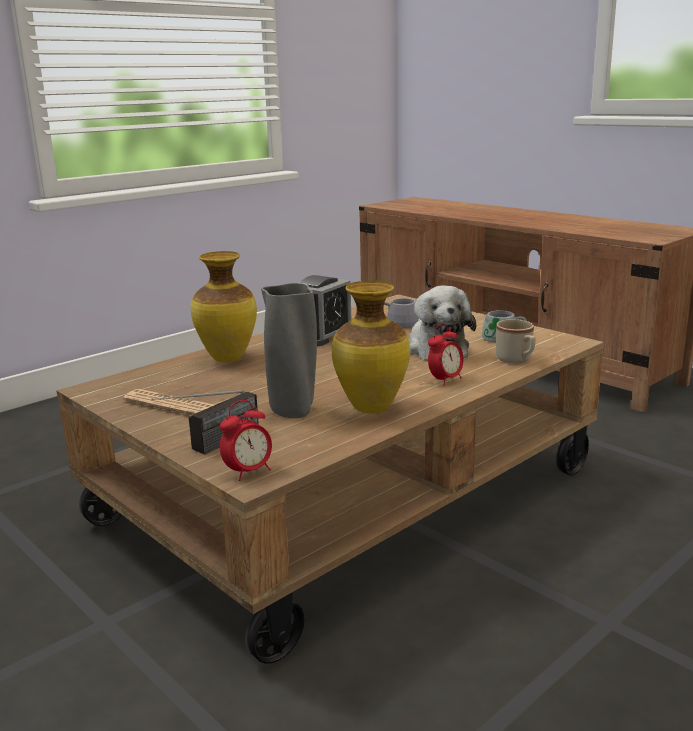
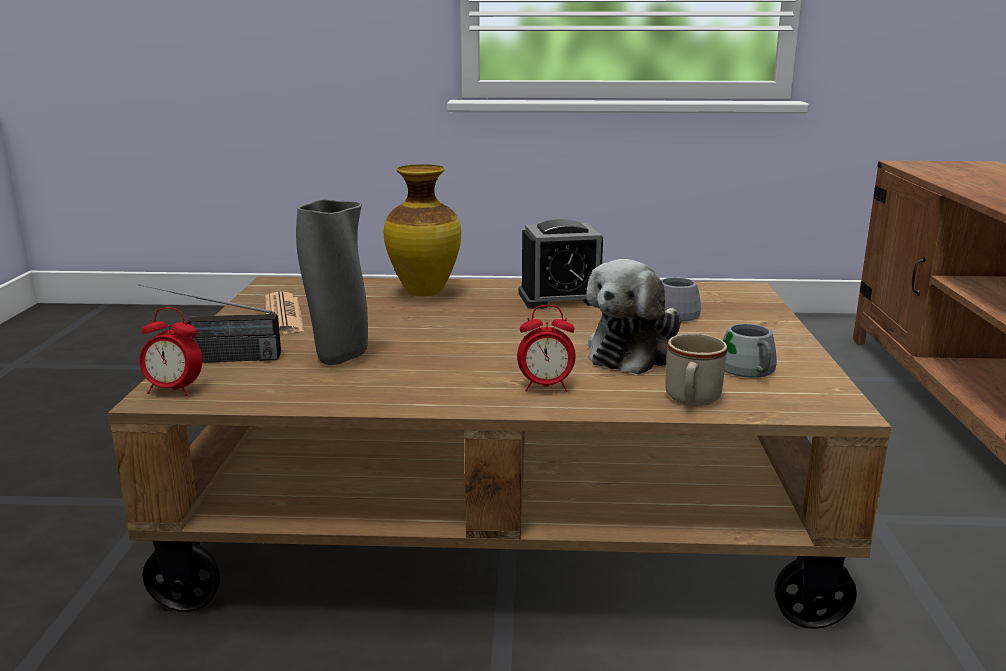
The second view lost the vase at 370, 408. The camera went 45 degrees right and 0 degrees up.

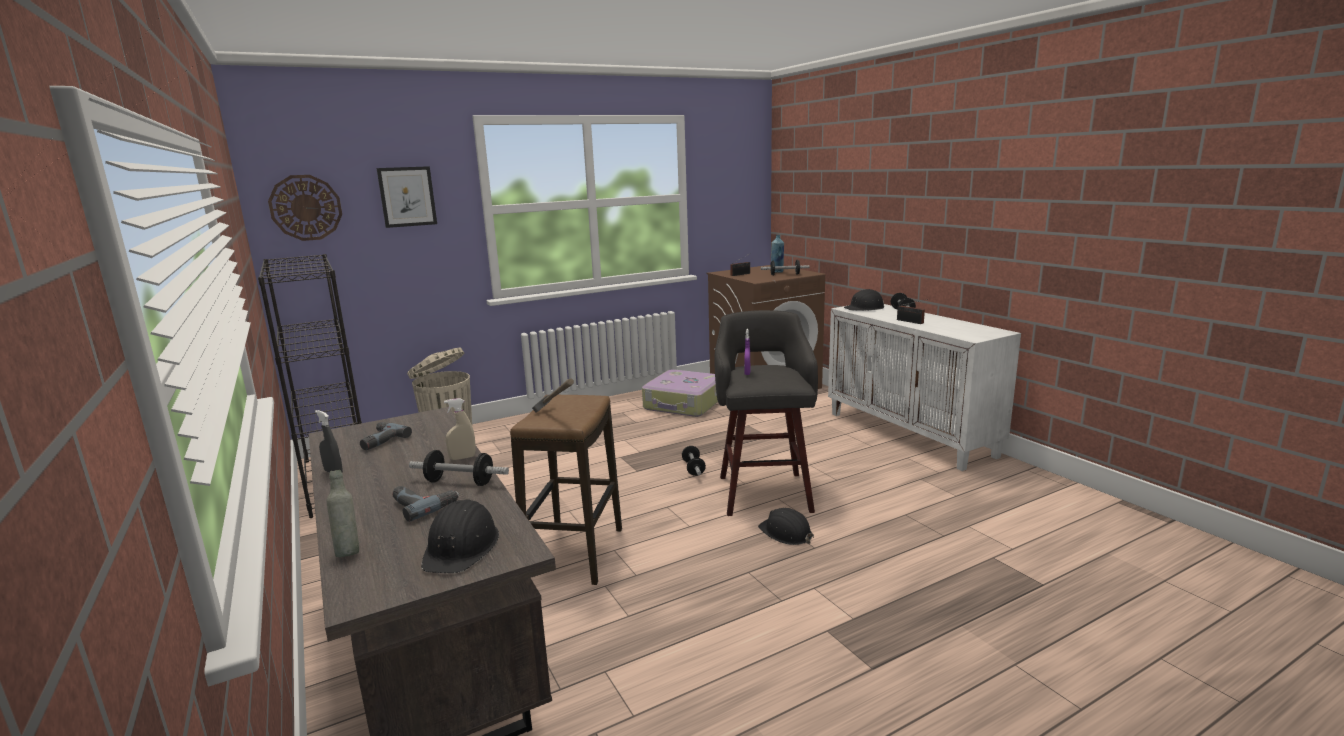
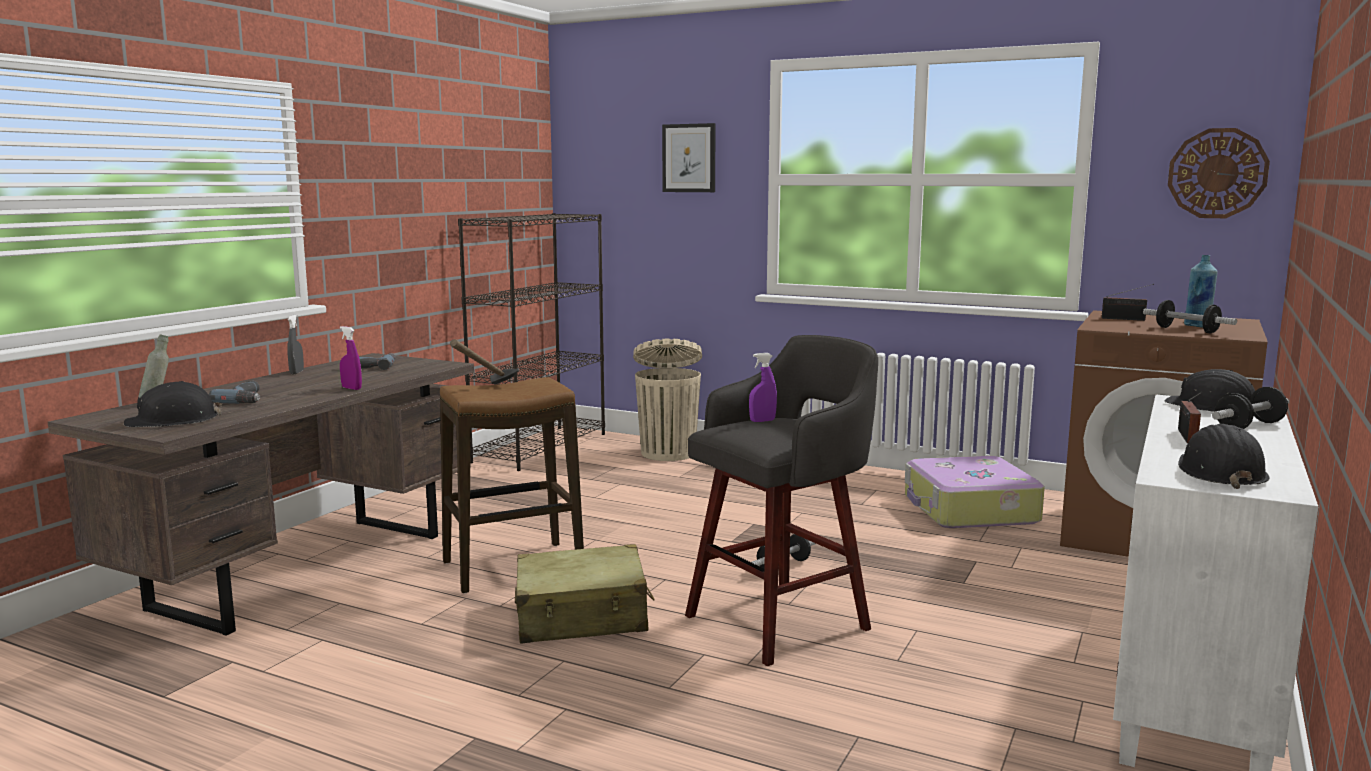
What was the spray bottle (beige) at 462, 458 turned into the spray bottle (purple) at 351, 388. The second view gained the suitcase (beige) at 582, 616. The wall clock ended up elsewhere, having gone from 306, 207 to 1217, 173. The hard hat (black) ended up elsewhere, having gone from 786, 533 to 1219, 472. The second view lost the dumbbell at 460, 482. The camera went 55 degrees right and 5 degrees down.

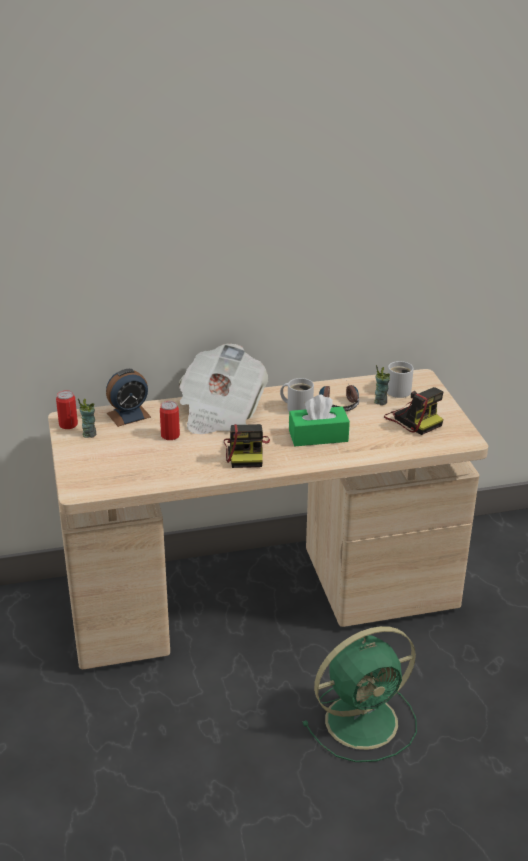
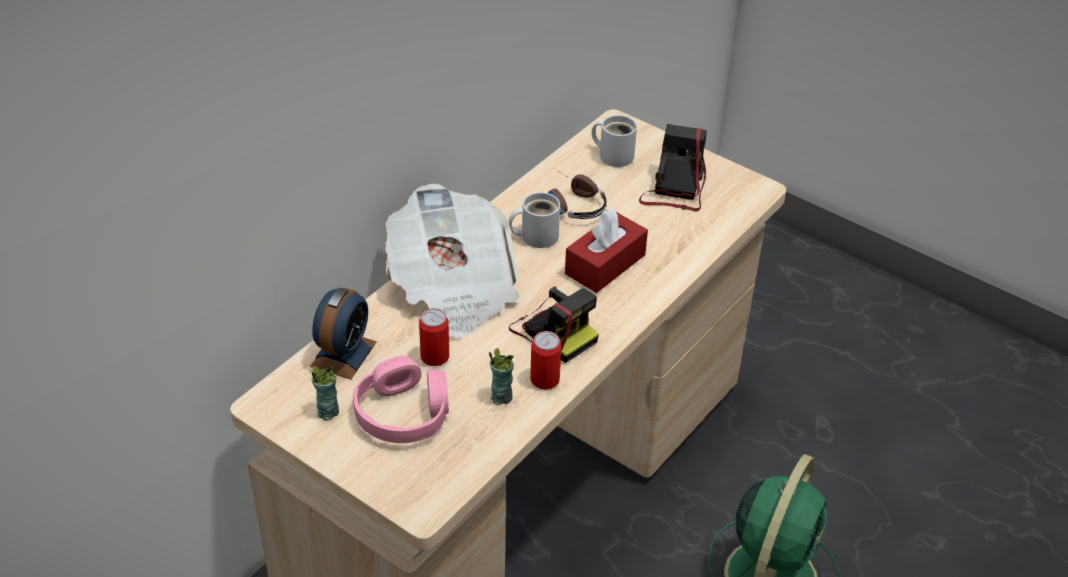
The second view gained the headphones (pink) at 403, 413. The cup ended up elsewhere, having gone from 380, 401 to 501, 397. The can ended up elsewhere, having gone from 68, 424 to 545, 379. What was the tissue box (green) at 318, 436 turned into the tissue box (red) at 605, 264. The photo camera at 413, 419 ended up facing another way, 90 degrees counterclockwise from before. The camera went 40 degrees left and 10 degrees up.

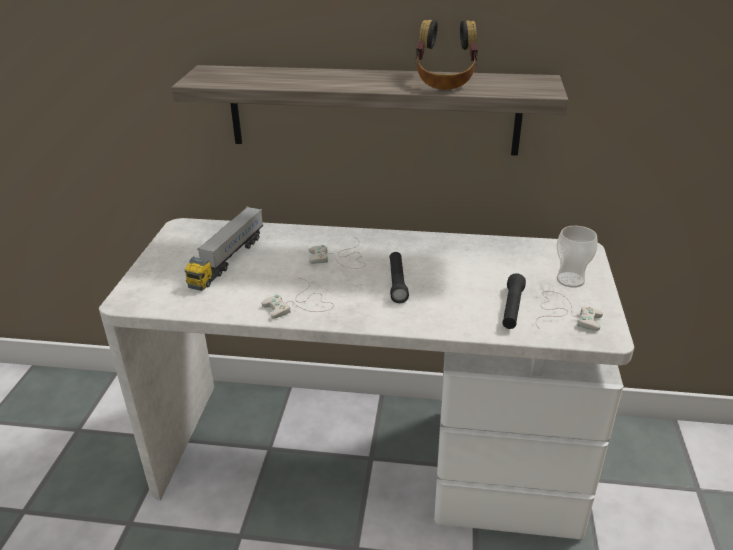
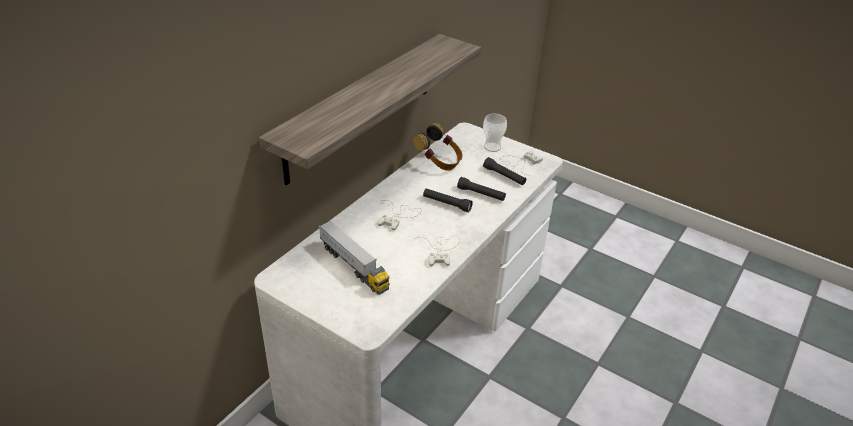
The headphones ended up elsewhere, having gone from 445, 81 to 439, 162. The second view gained the flashlight (black) at 481, 194. The camera went 65 degrees left and 5 degrees up.

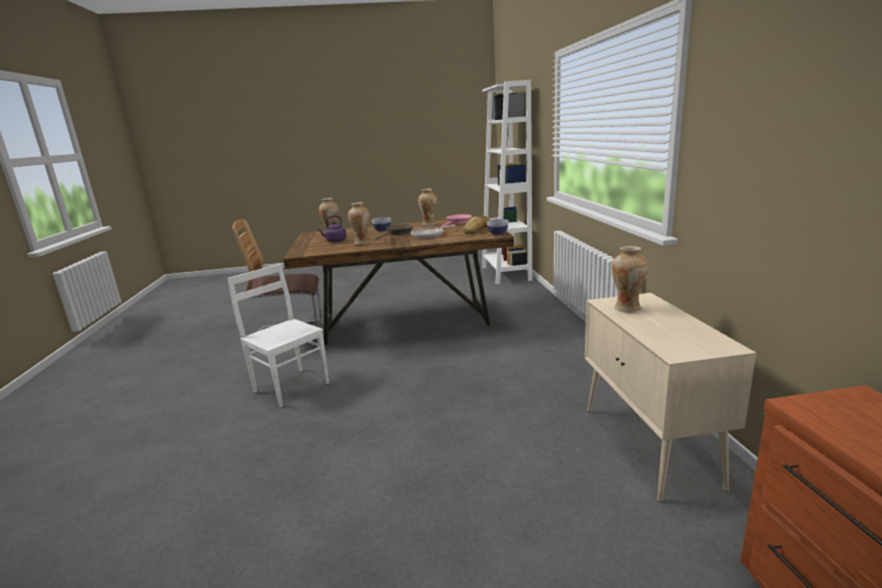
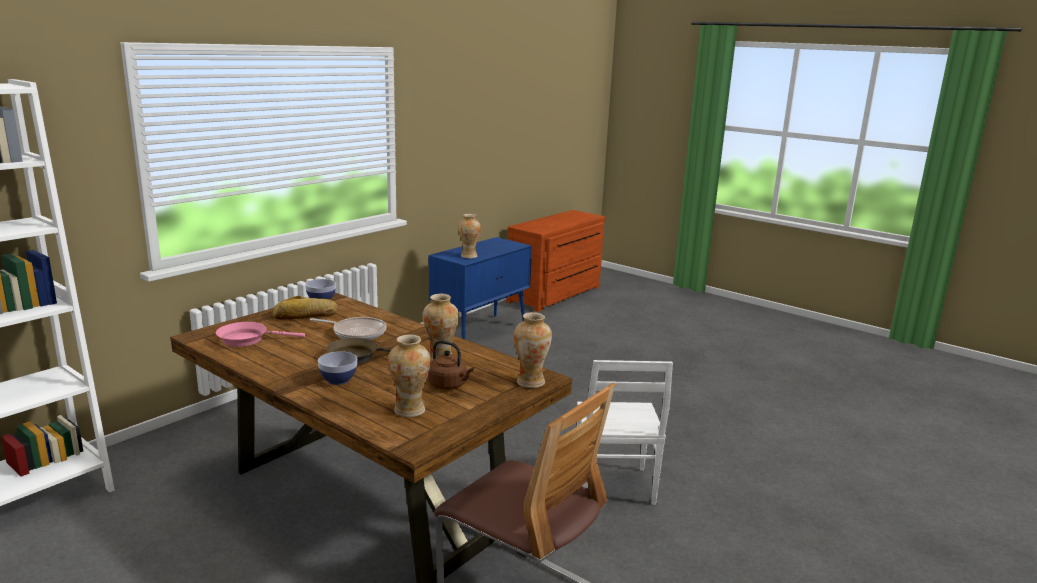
What was the kettle (purple) at 335, 241 turned into the kettle (brown) at 449, 385. What was the cabinet (beige) at 649, 446 turned into the cabinet (blue) at 480, 332. The vase ended up elsewhere, having gone from 429, 224 to 530, 382. The camera went 135 degrees left and 0 degrees up.

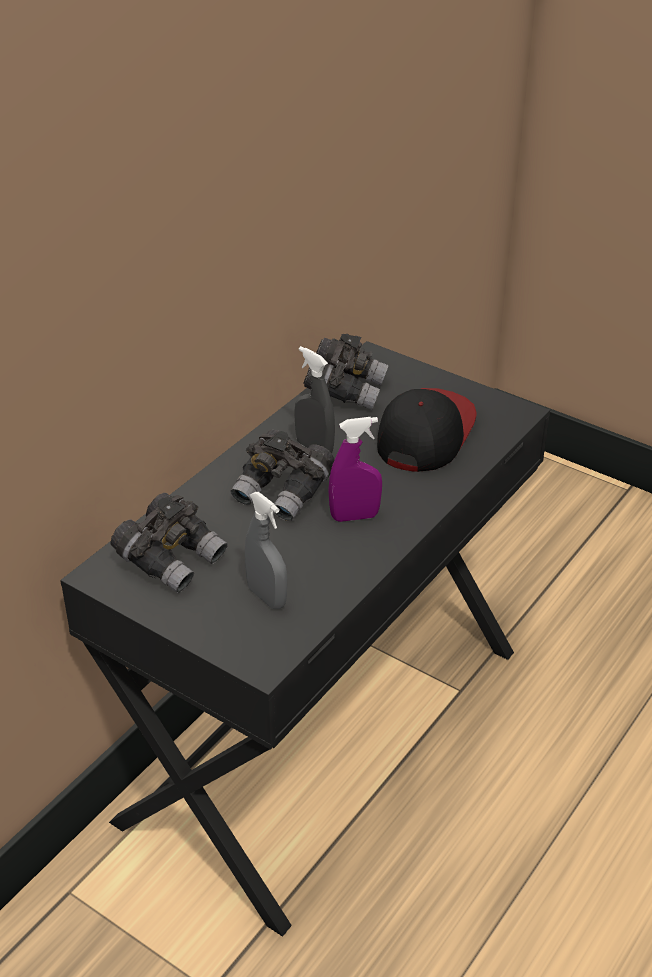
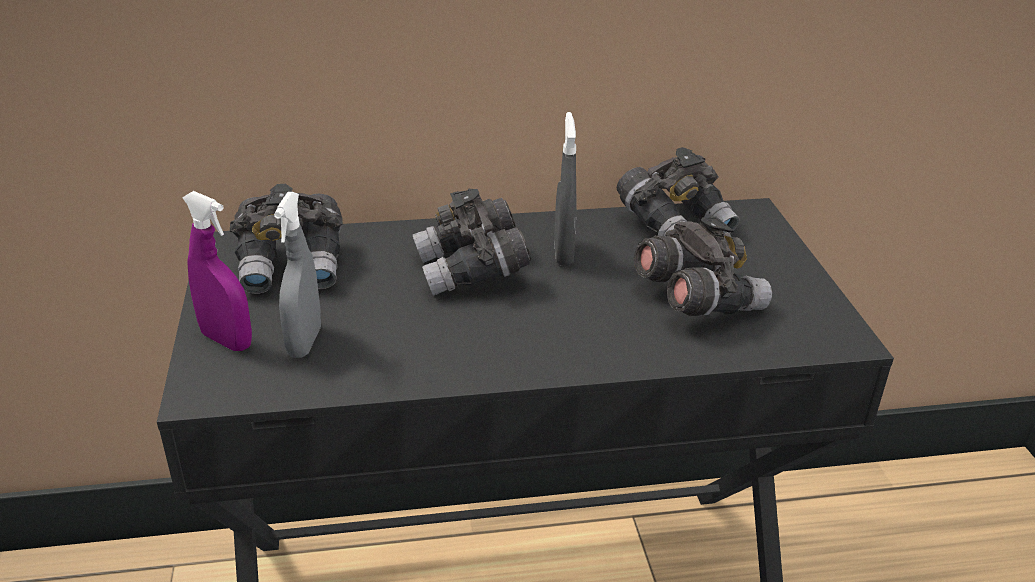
The spray bottle (purple) ended up elsewhere, having gone from 354, 516 to 227, 340. Where the cap stood at 424, 433, the binoculars (grey) came to stand at 696, 300. The camera went 45 degrees right and 5 degrees down.

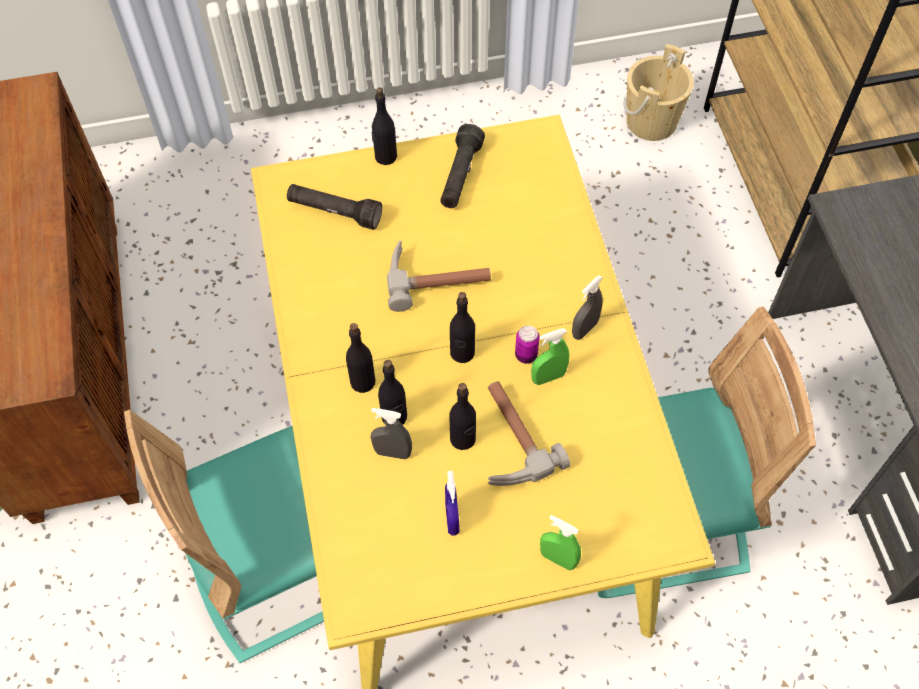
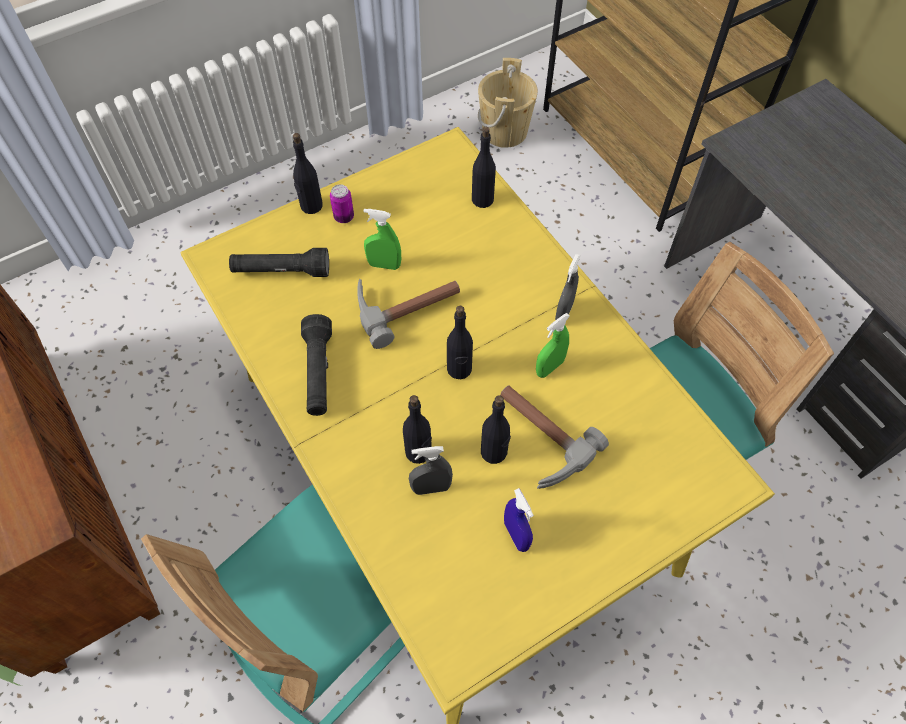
The flashlight (black) ended up elsewhere, having gone from 460, 176 to 318, 373. The can ended up elsewhere, having gone from 526, 355 to 344, 217. The spray bottle (green) ended up elsewhere, having gone from 558, 559 to 384, 265. The bottle (black) ended up elsewhere, having gone from 363, 381 to 482, 199. The camera went 20 degrees left and 0 degrees up.

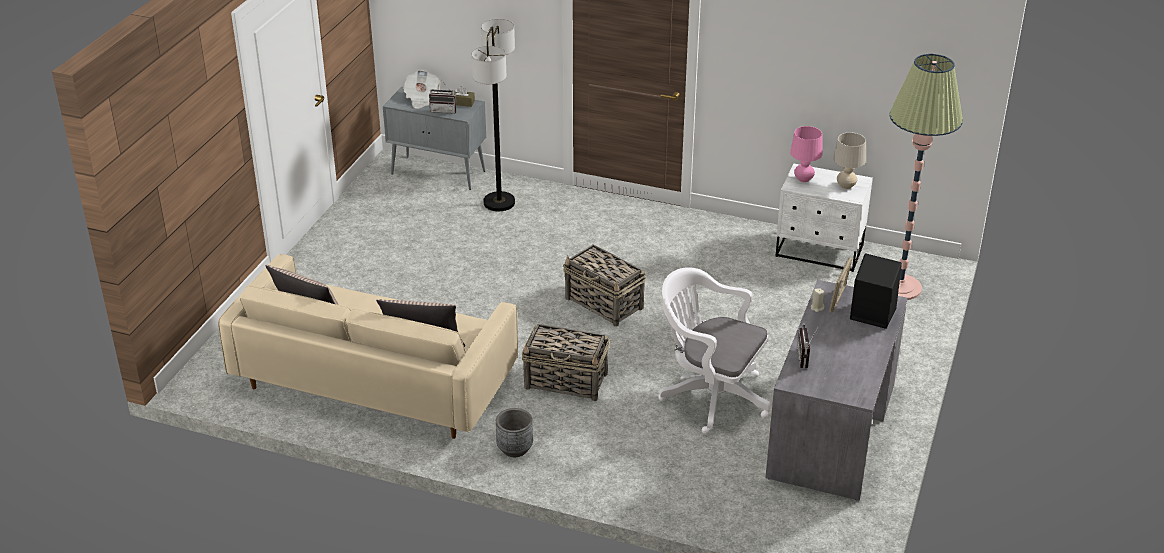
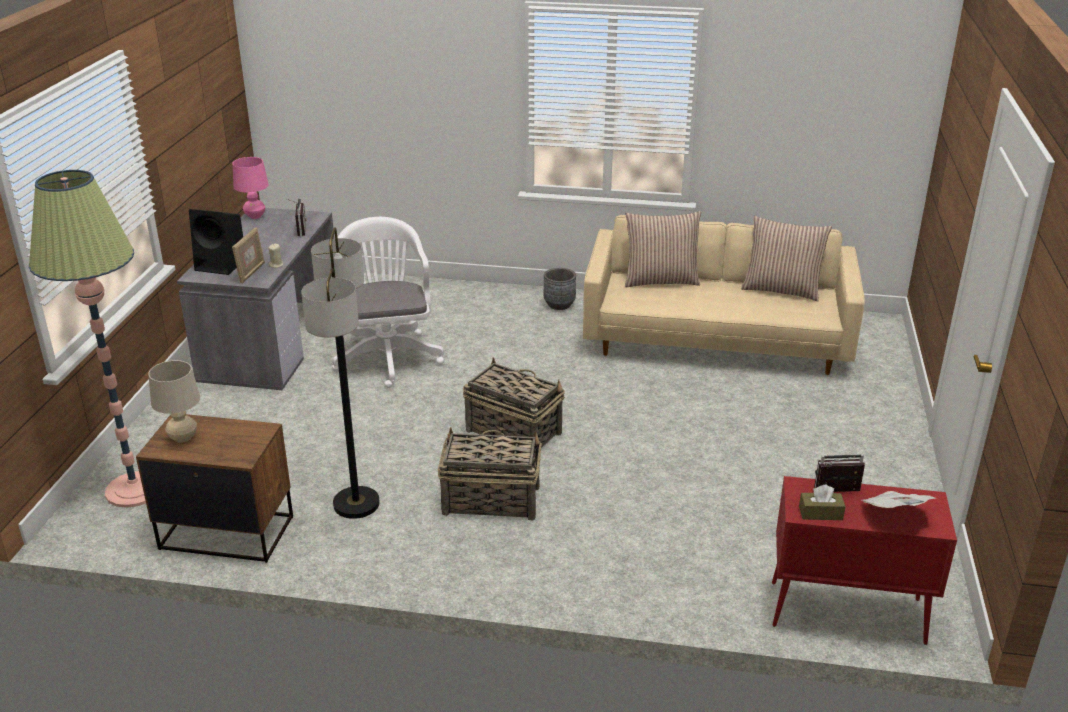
What was the nightstand (white) at 819, 251 turned into the nightstand (brown) at 226, 532. The table lamp (pink) ended up elsewhere, having gone from 803, 179 to 255, 216. The floor lamp ended up elsewhere, having gone from 499, 202 to 356, 504. The office chair (white) at 710, 396 ended up facing another way, 120 degrees counterclockwise from before. The basket ended up elsewhere, having gone from 567, 381 to 490, 500. What was the cabinet (grey) at 439, 173 turned into the cabinet (red) at 845, 612. The camera went 170 degrees right and 5 degrees down.

